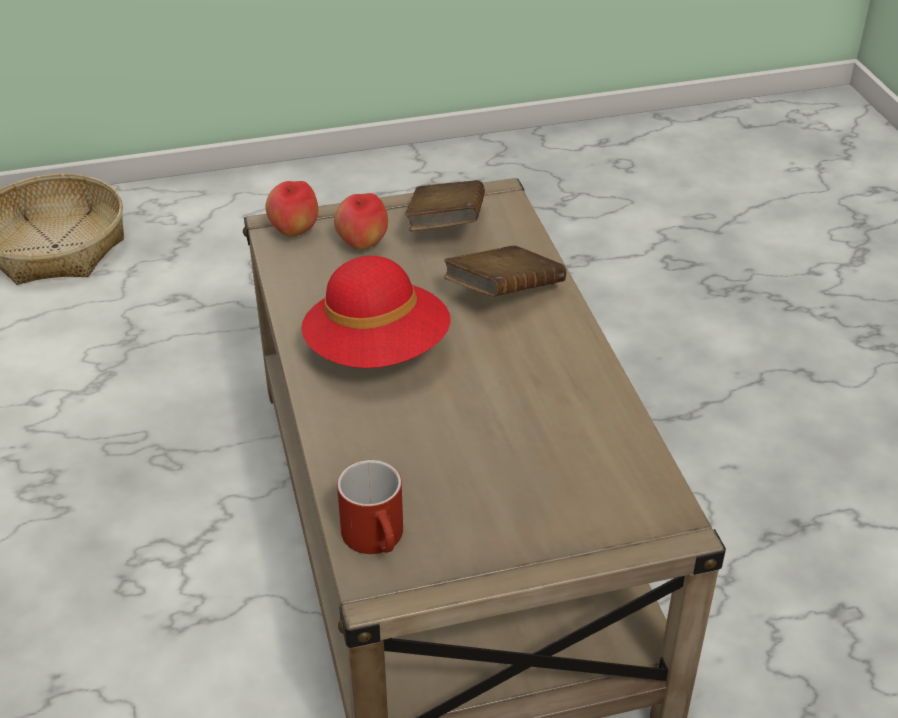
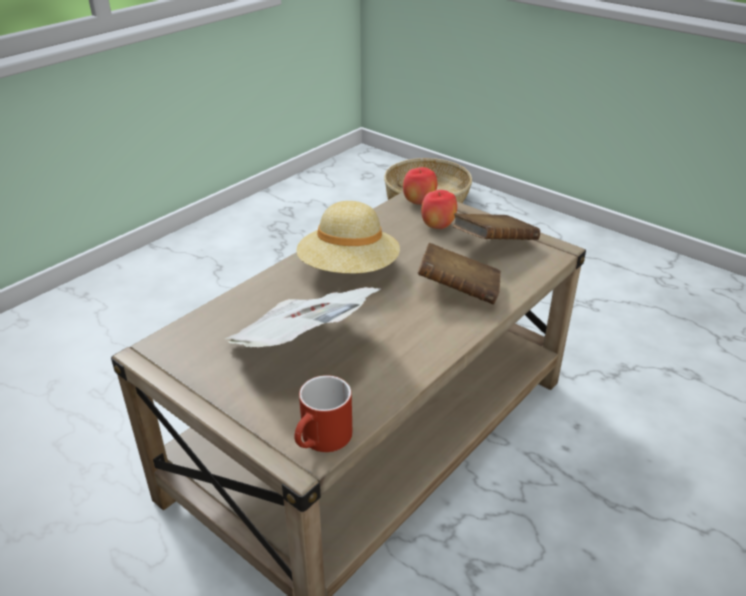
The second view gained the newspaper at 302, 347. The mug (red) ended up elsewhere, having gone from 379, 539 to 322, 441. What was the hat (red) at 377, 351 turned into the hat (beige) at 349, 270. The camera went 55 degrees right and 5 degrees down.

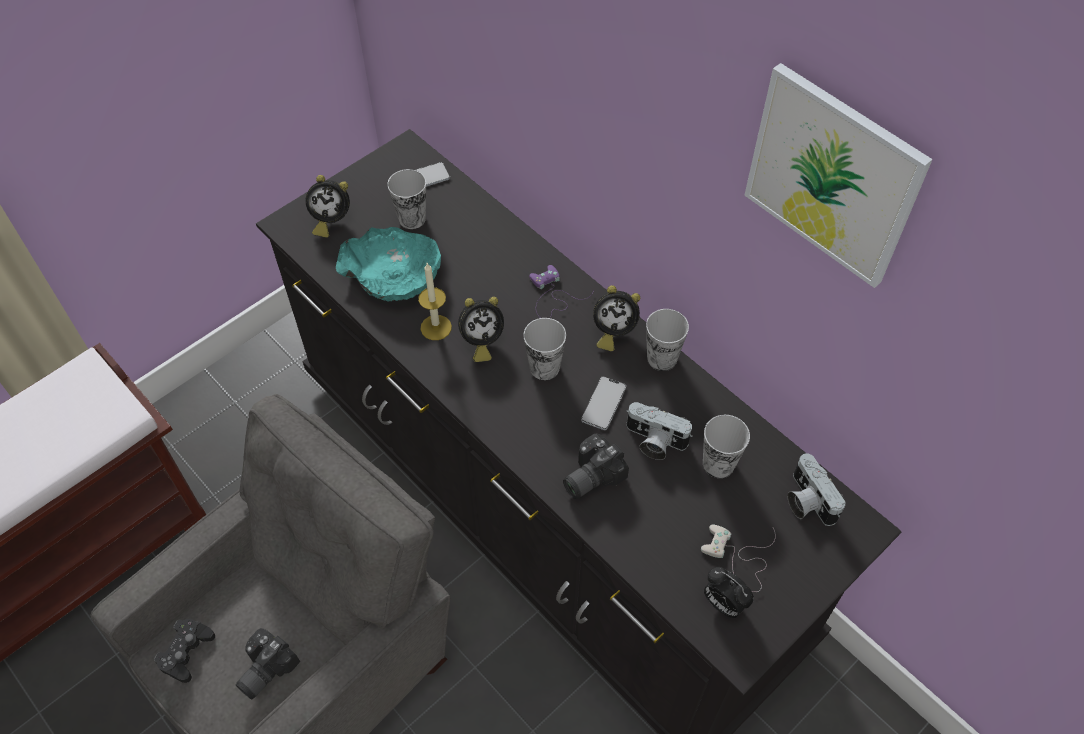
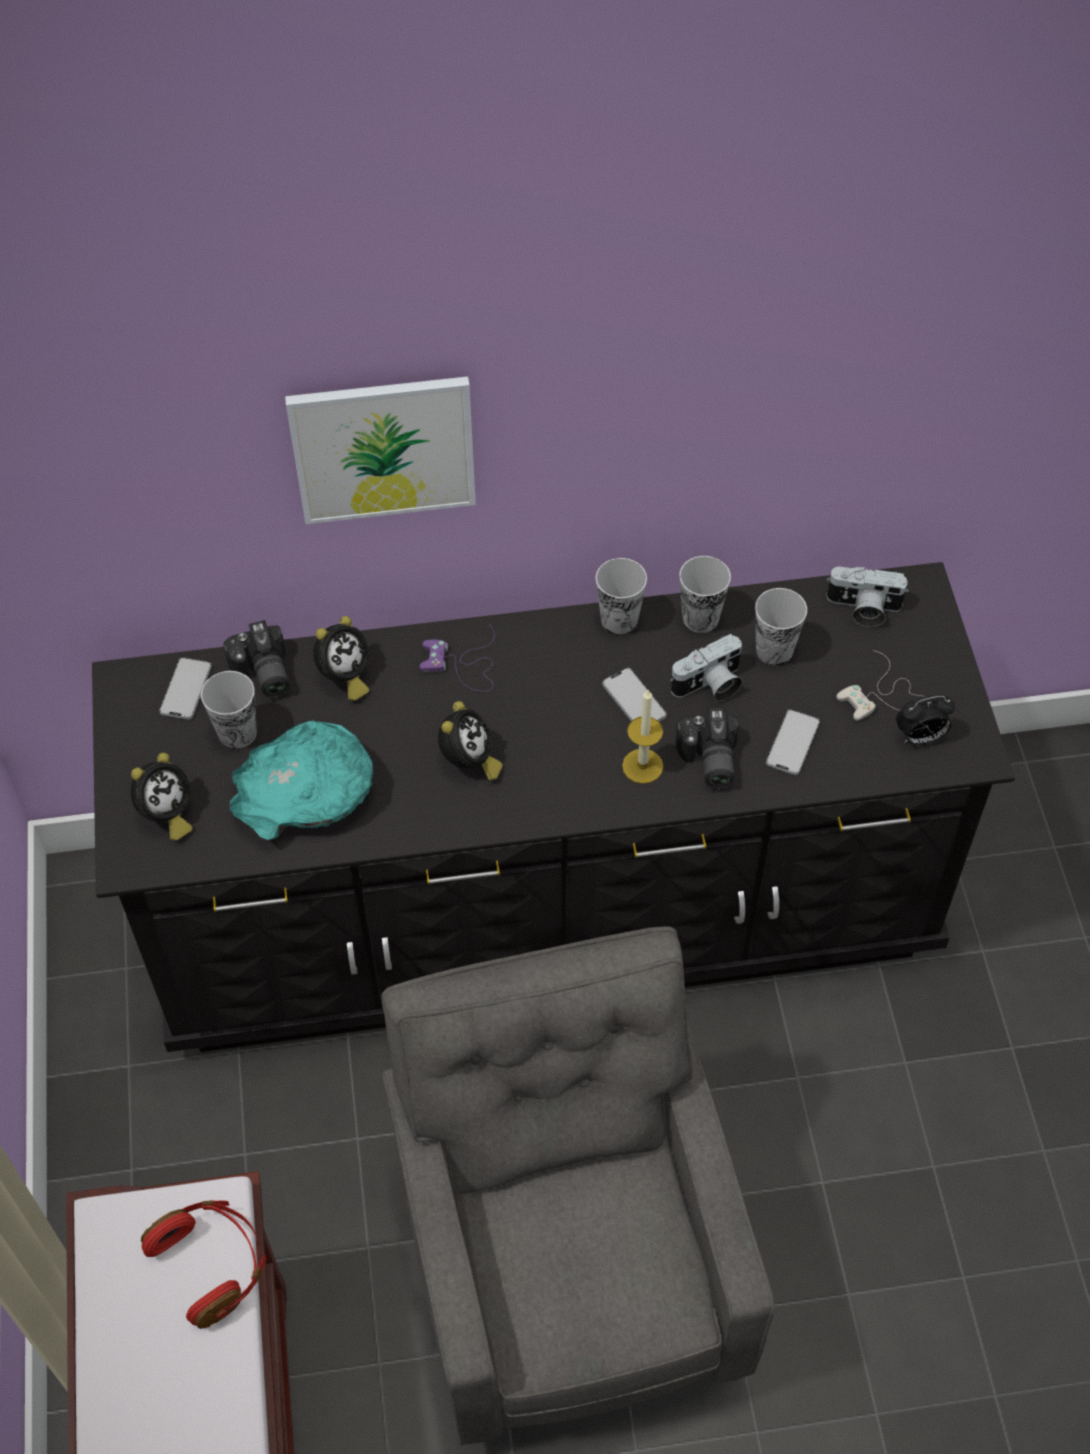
The second view gained the headphones (red) at 212, 1264. The photo camera ended up elsewhere, having gone from 263, 669 to 261, 674. The picture ended up elsewhere, having gone from 832, 176 to 383, 448. The alarm clock ended up elsewhere, having gone from 612, 332 to 344, 677. The candle ended up elsewhere, having gone from 436, 327 to 642, 766. The cup ended up elsewhere, having gone from 544, 367 to 700, 618. The second view gained the phone at 792, 743. The second view lost the game controller (black) at 186, 652. The camera went 55 degrees left and 0 degrees up.

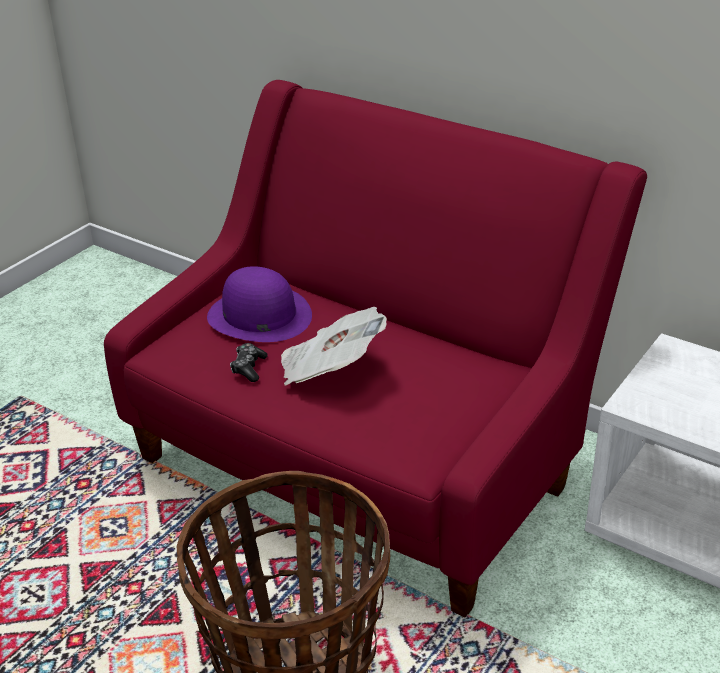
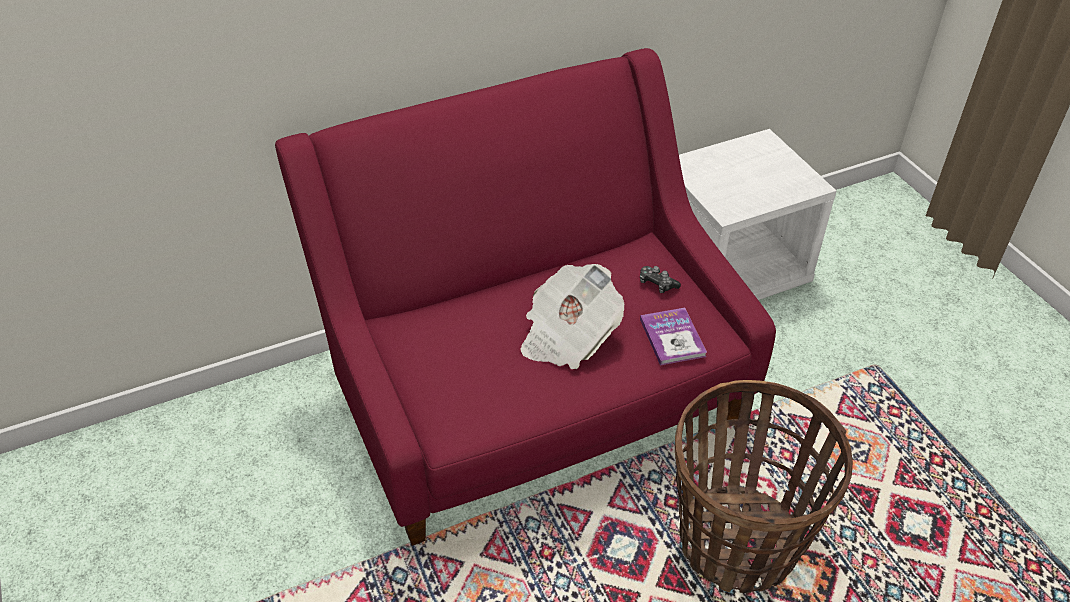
The game controller ended up elsewhere, having gone from 248, 368 to 657, 284. The second view gained the book at 672, 338. The second view lost the hat (purple) at 259, 316. The camera went 60 degrees left and 10 degrees up.

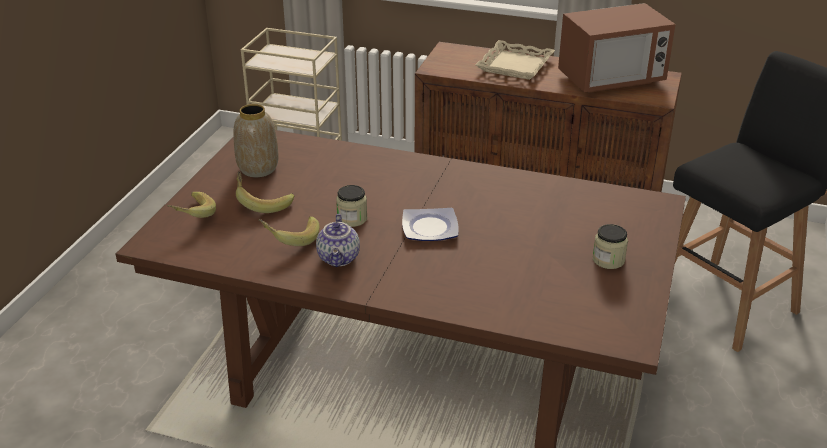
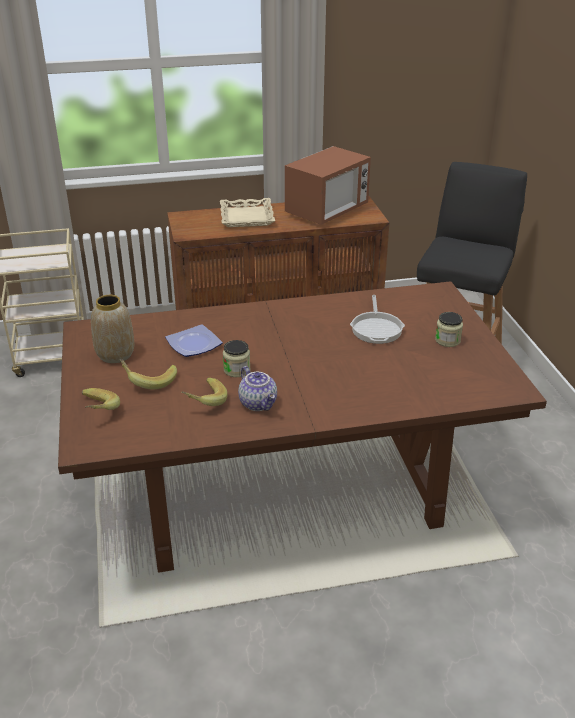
The plate ended up elsewhere, having gone from 429, 227 to 193, 344. The second view gained the frying pan at 376, 328. The camera went 30 degrees left and 0 degrees up.

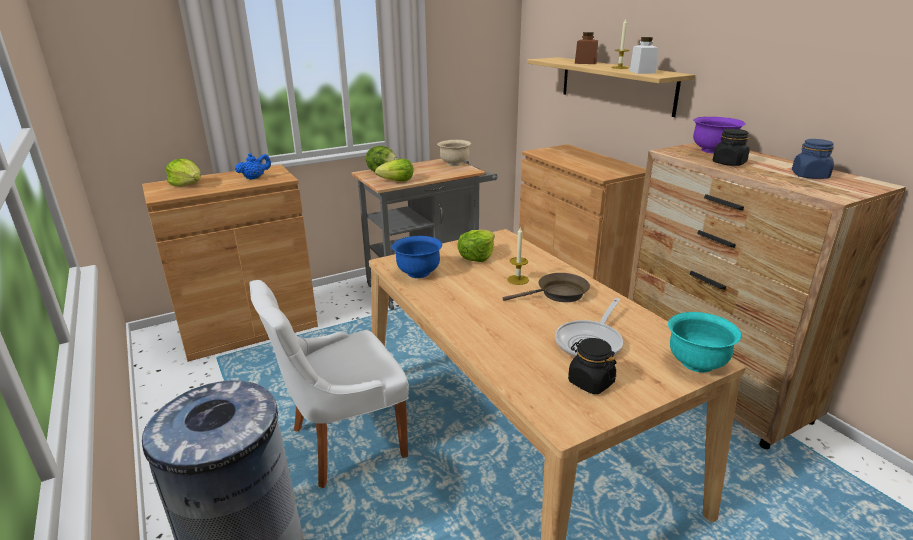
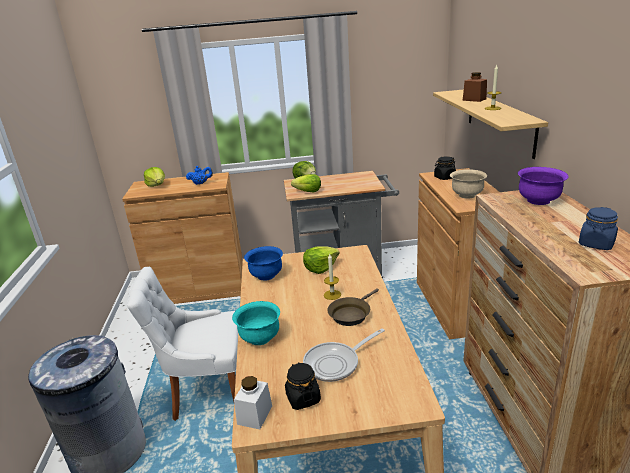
The bowl (turquoise) ended up elsewhere, having gone from 696, 363 to 260, 338. The jar (white) ended up elsewhere, having gone from 642, 72 to 255, 415. The frying pan (brown) at 558, 294 ended up facing another way, 120 degrees clockwise from before. The jar (black) ended up elsewhere, having gone from 729, 163 to 444, 177. The bowl (beige) ended up elsewhere, having gone from 454, 164 to 467, 195. The camera went 25 degrees right and 0 degrees up.

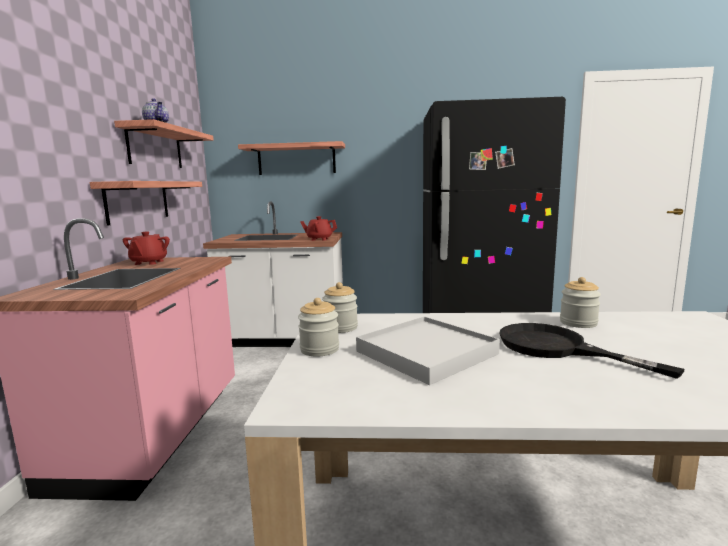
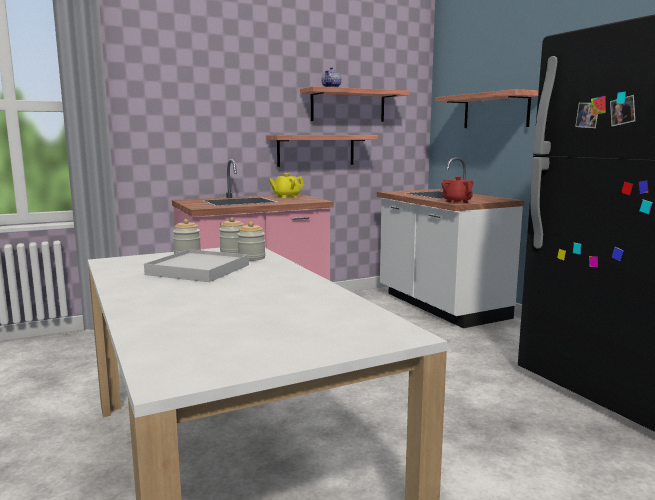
The jar ended up elsewhere, having gone from 578, 323 to 251, 258. What was the teapot (red) at 148, 262 turned into the teapot (yellow) at 286, 197. The second view lost the frying pan (black) at 556, 348. The camera went 60 degrees right and 0 degrees up.

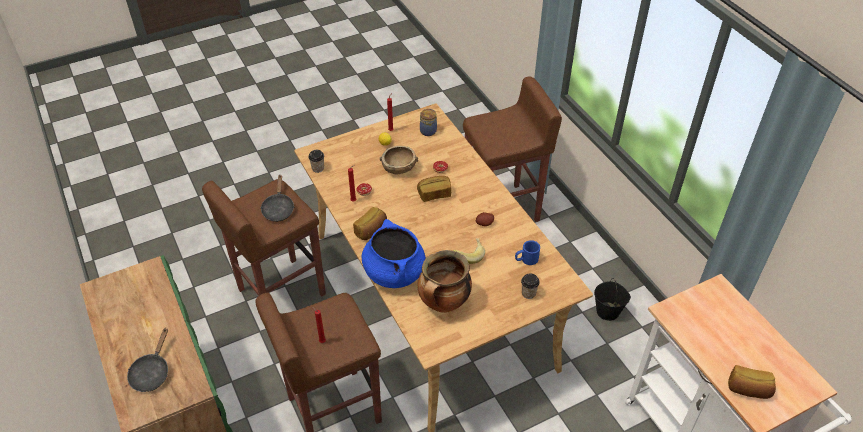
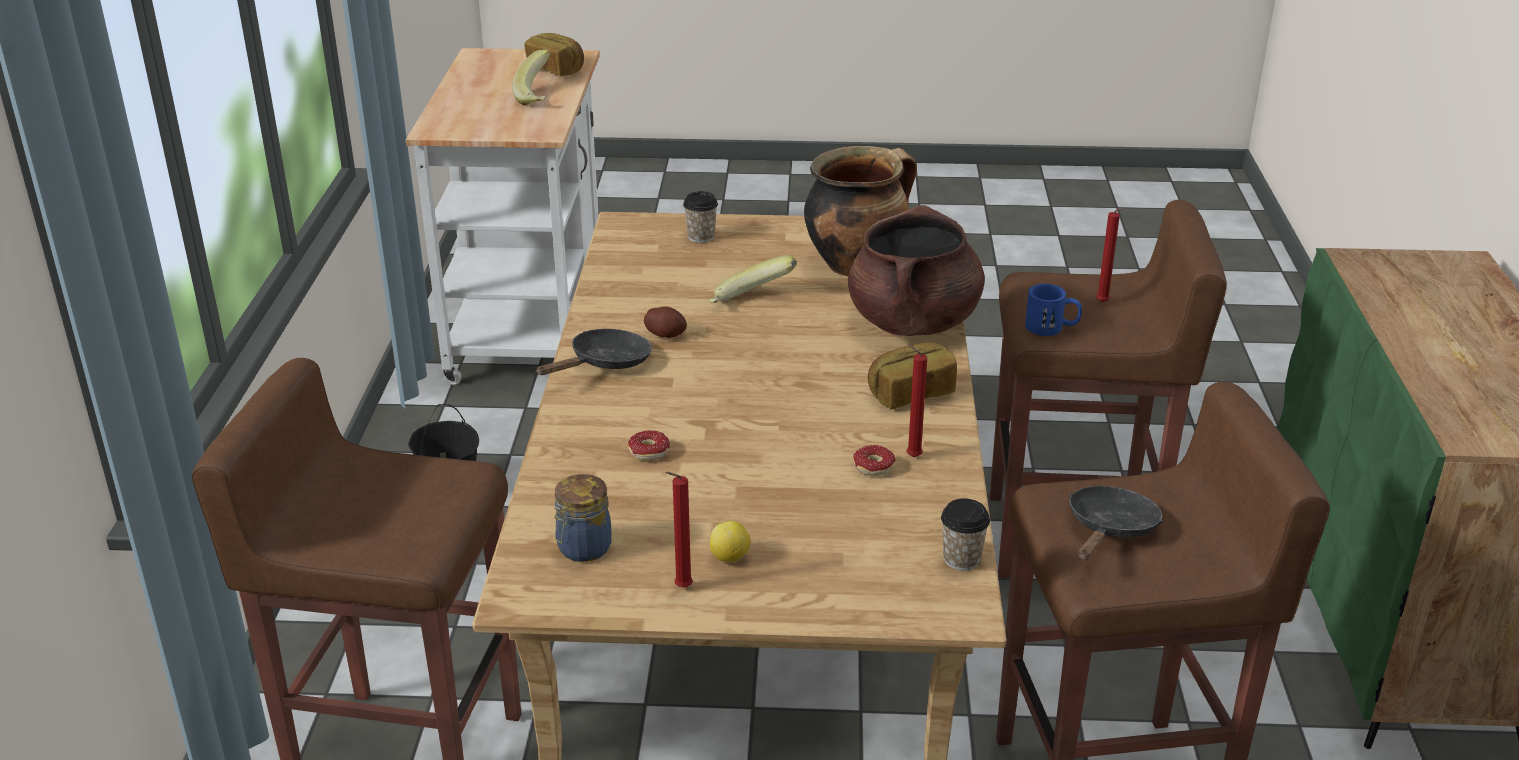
The second view gained the banana at 539, 97. The frying pan (black) ended up elsewhere, having gone from 151, 372 to 605, 363. What was the cooking pot (blue) at 394, 272 turned into the cooking pot (brown) at 913, 322. The mug (blue) ended up elsewhere, having gone from 526, 259 to 1052, 327. The second view lost the bowl (brown) at 399, 168. The second view lost the bread at 434, 194. The camera went 150 degrees left and 15 degrees down.

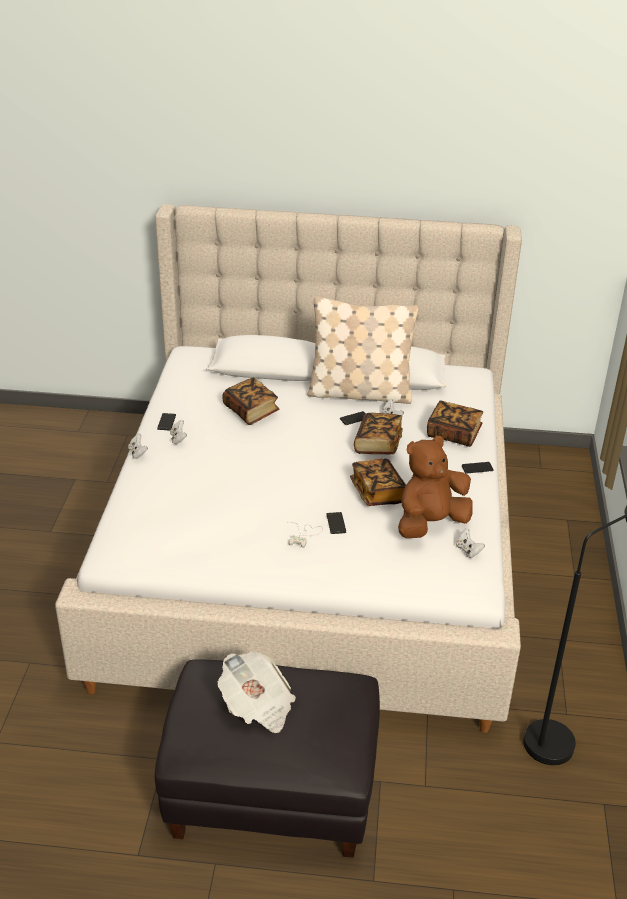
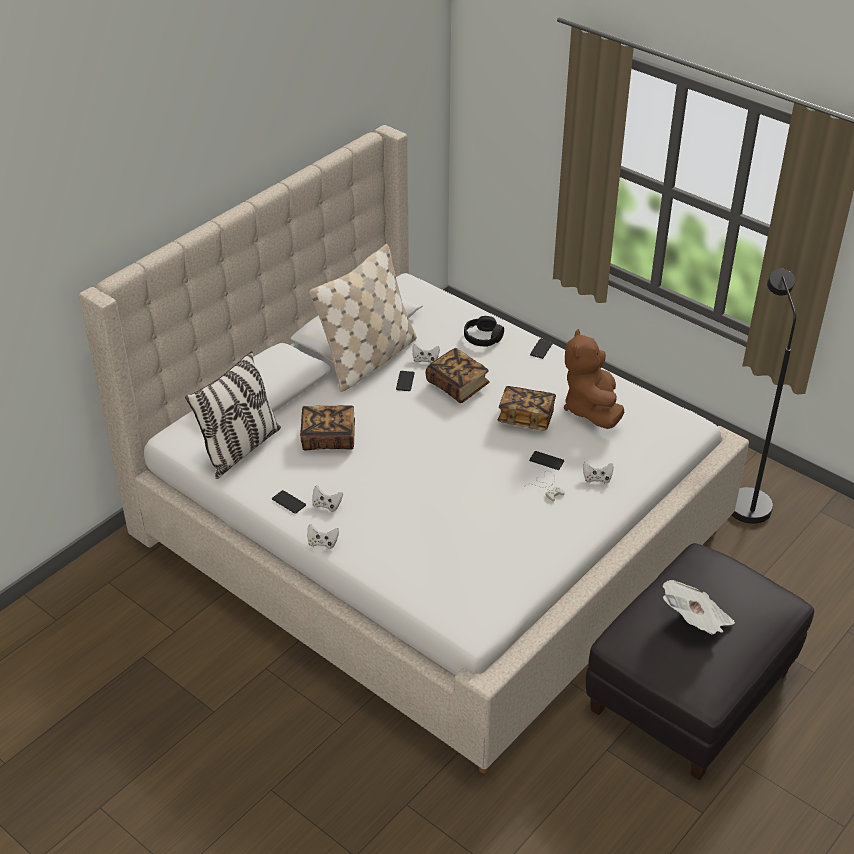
The second view gained the pillow at 240, 449. Where the book stood at 453, 434, the headphones (black) came to stand at 483, 337. The game controller (white) ended up elsewhere, having gone from 468, 550 to 597, 479. The camera went 55 degrees left and 5 degrees up.

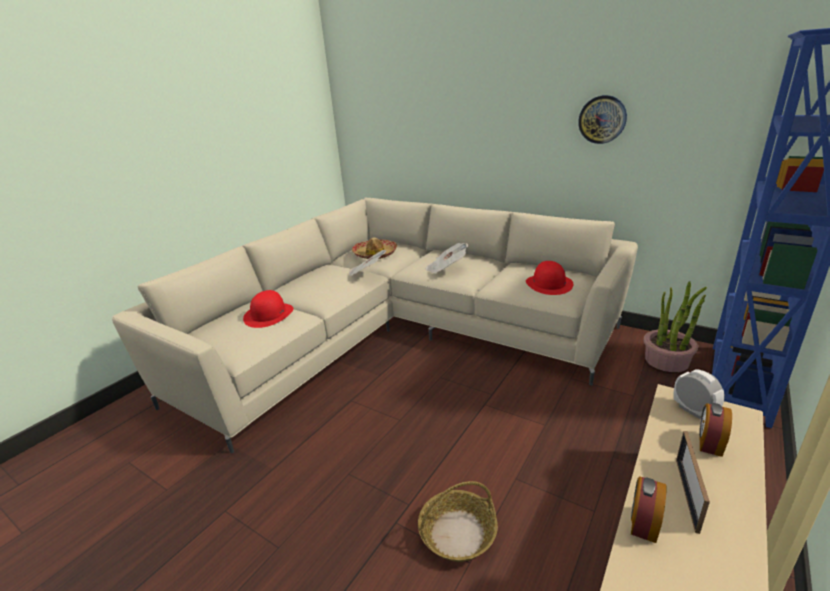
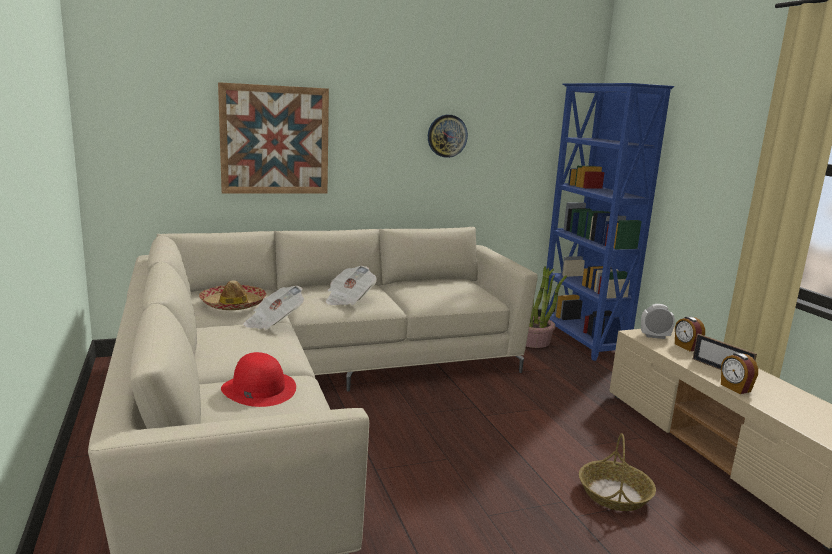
The second view gained the picture at 275, 140. The second view lost the hat (red) at 549, 284. The camera went 55 degrees left and 10 degrees down.

